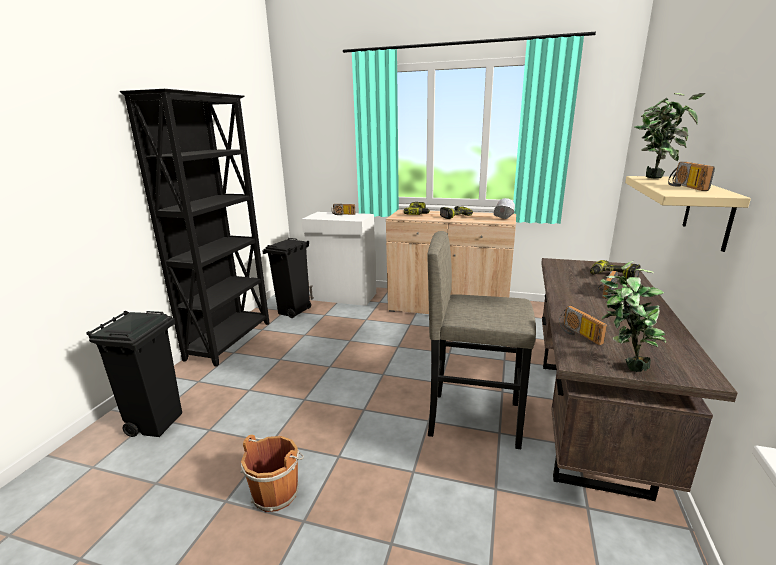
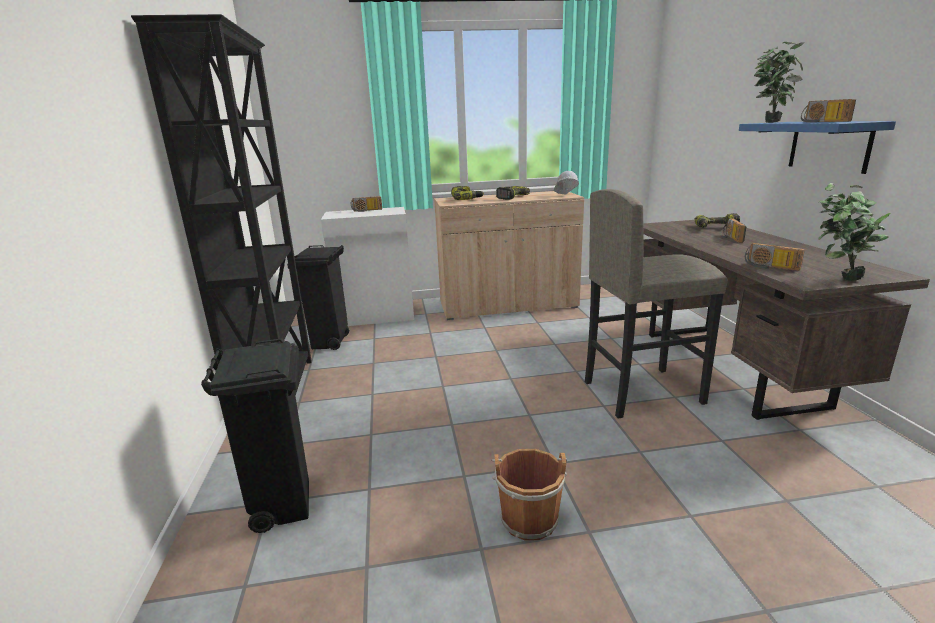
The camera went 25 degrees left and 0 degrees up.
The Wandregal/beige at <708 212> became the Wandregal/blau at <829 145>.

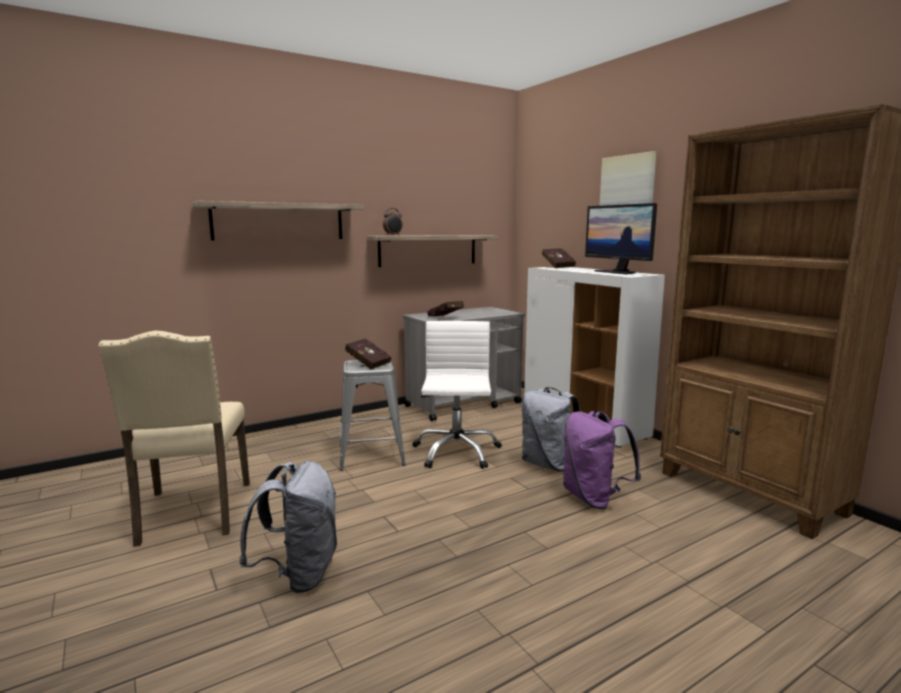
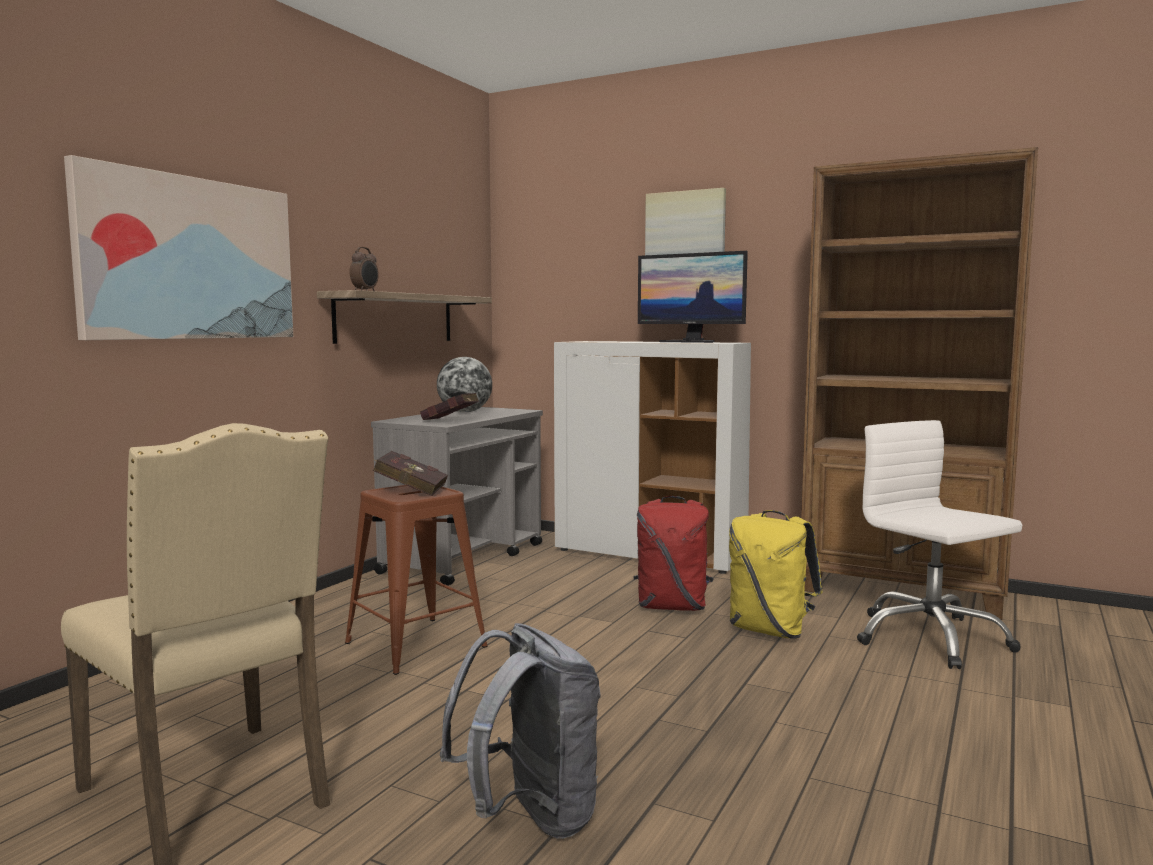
The camera went 30 degrees left and 5 degrees down.
The Wandregal at <279 222> was replaced by the Bild at <189 259>.
The Hocker/grau at <371 455> became the Hocker/braun at <415 644>.
The Bürostuhl/weiß moved from <456 452> to <930 638>.
The Rucksack/grau at <548 464> became the Rucksack/rot at <672 607>.
The Buch/rot at <557 267> disappeared.
The Rucksack/lila at <594 498> became the Rucksack/gelb at <770 631>.
The Globus at <465 412> appeared.

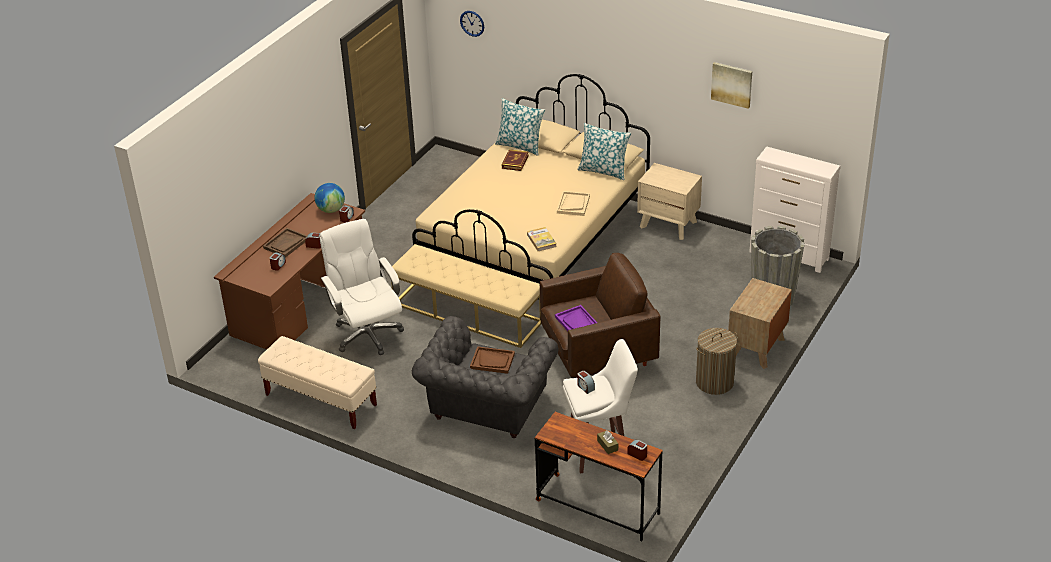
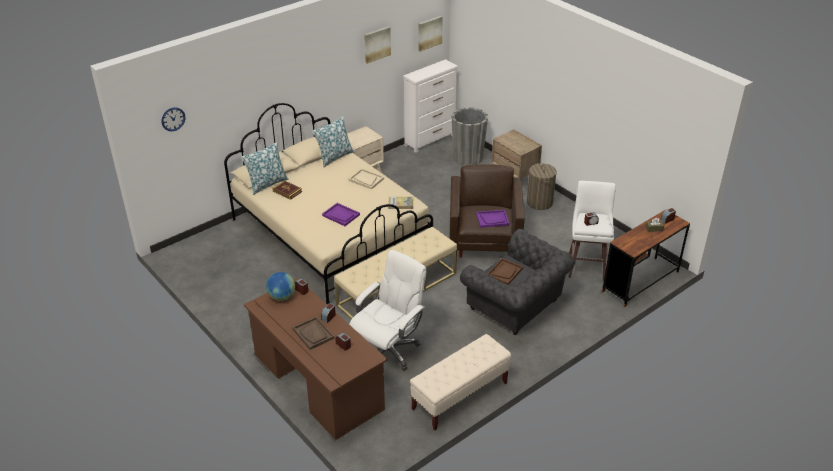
The camera went 70 degrees left and 0 degrees up.
The Bürostuhl/weiß at <367 334> turned 135 degrees clockwise.
The Tablett/lila at <341 215> appeared.
The Bild at <429 33> appeared.

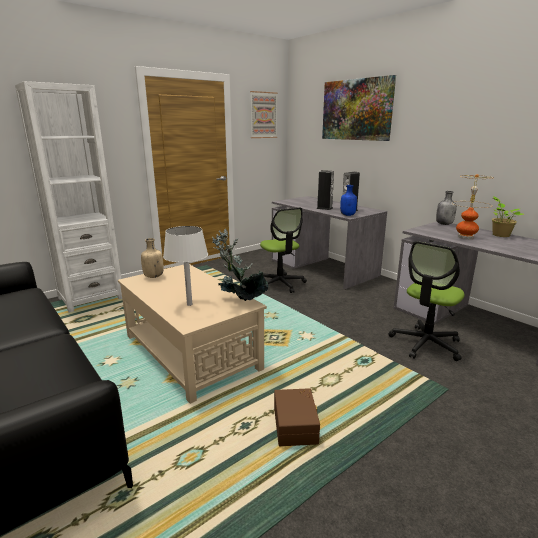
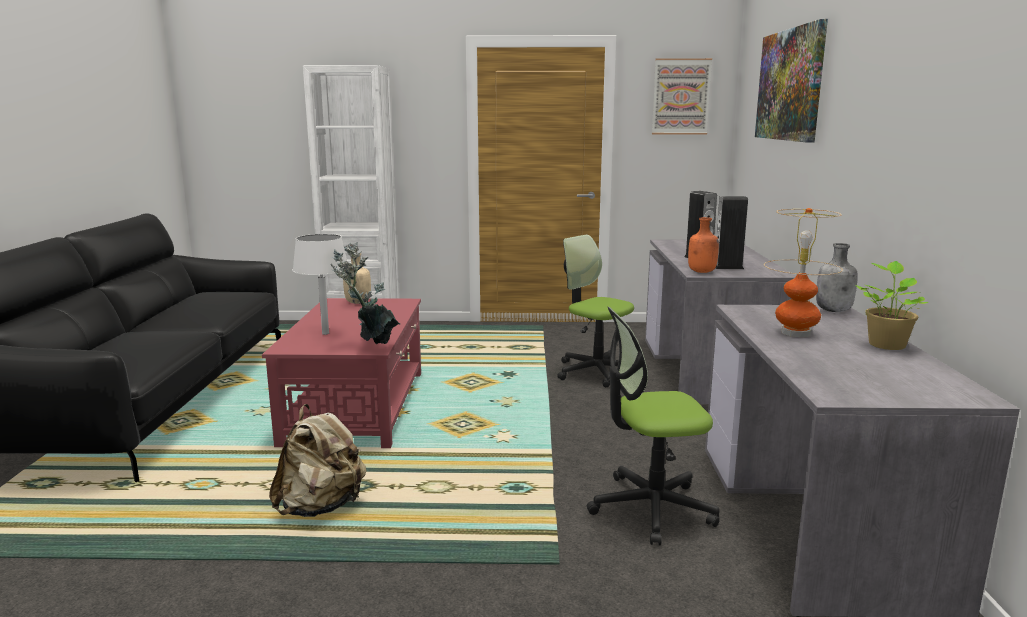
The camera went 40 degrees right and 5 degrees down.
The Couchtisch/beige at <191 351> became the Couchtisch/rot at <357 406>.
The Bürostuhl at <280 284> turned 120 degrees clockwise.
The Aufbewahrungsbox/braun at <296 426> was replaced by the Rucksack/beige at <321 507>.
The Flasche/blau at <348 215> became the Flasche/orange at <702 272>.

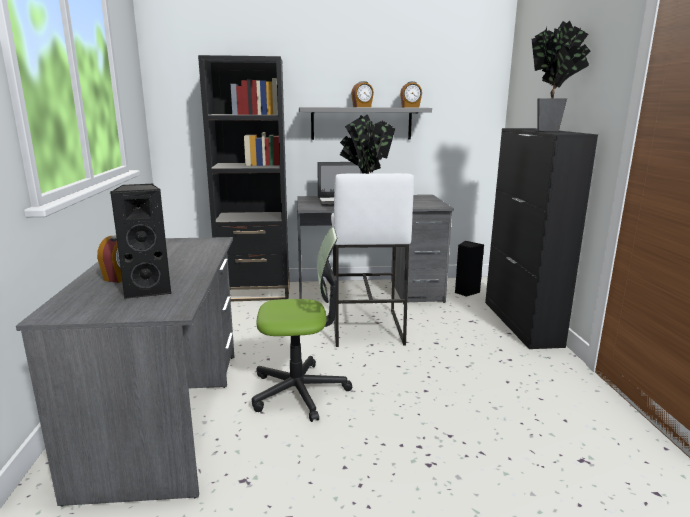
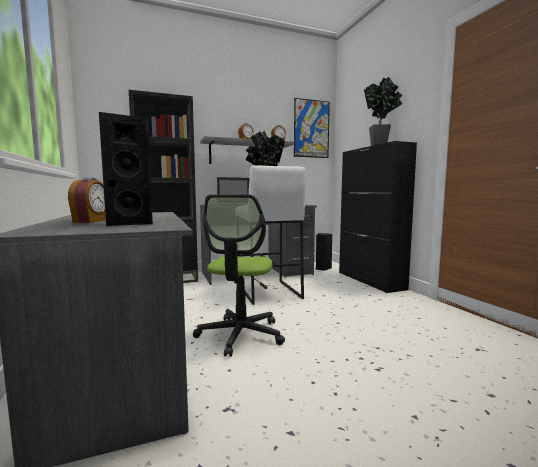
The camera went 15 degrees left and 10 degrees down.
The Bürostuhl at <299 391> turned 120 degrees clockwise.
The Bild at <311 129> appeared.

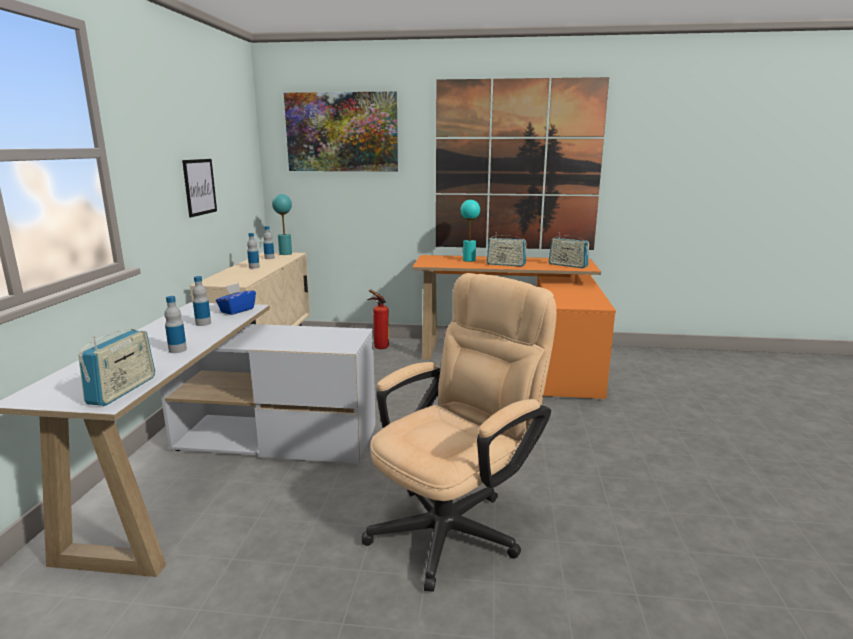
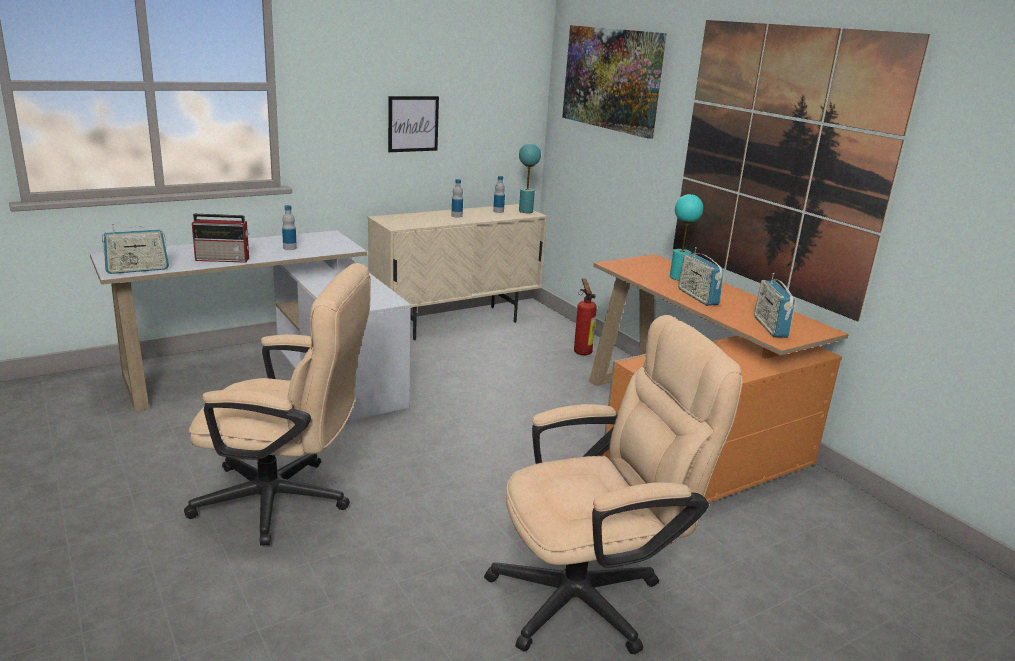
The camera went 50 degrees right and 5 degrees up.
The Flasche at <177 350> was replaced by the Radio at <224 259>.
The Taschentuchbox/blau at <237 310> disappeared.
The Bürostuhl/beige at <592 596> appeared.

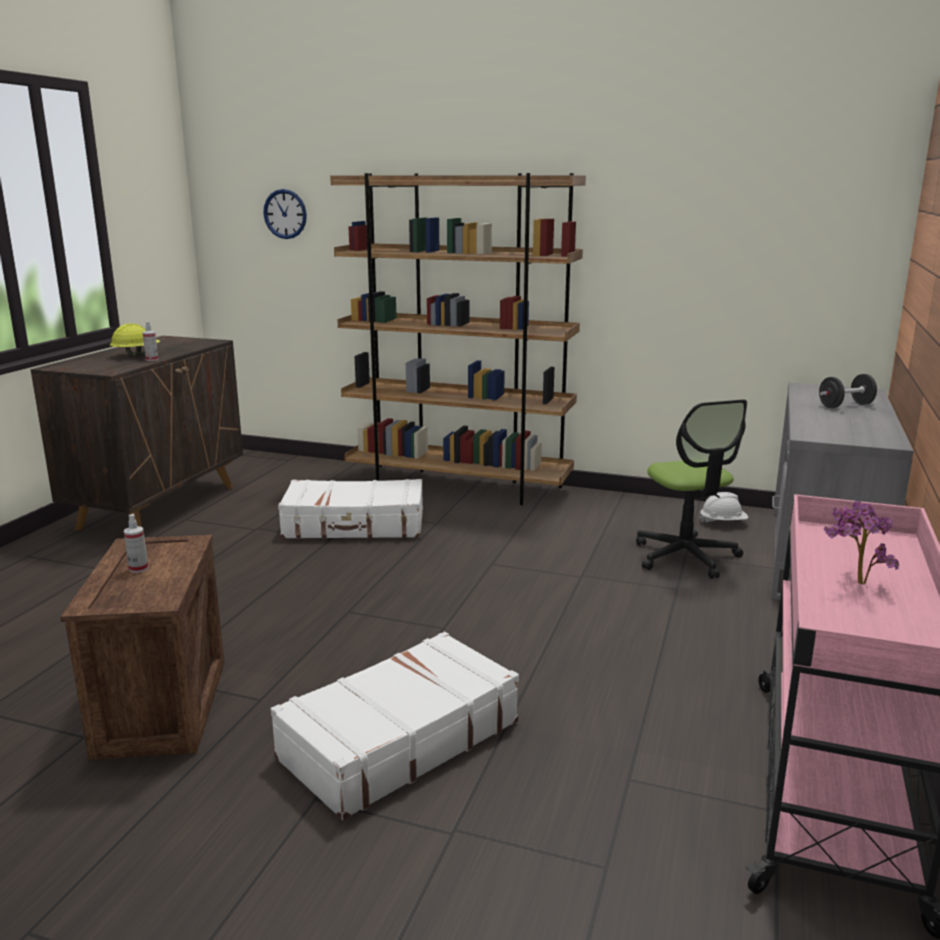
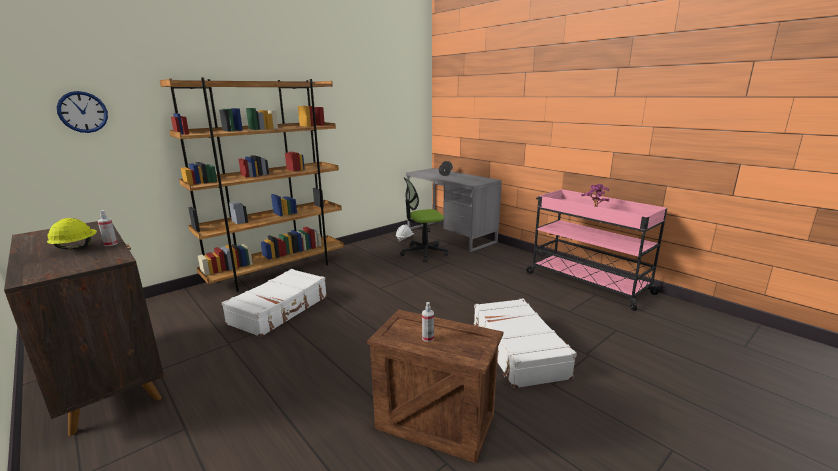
The camera went 60 degrees left and 0 degrees up.
The Bürostuhl at <686 556> turned 150 degrees clockwise.

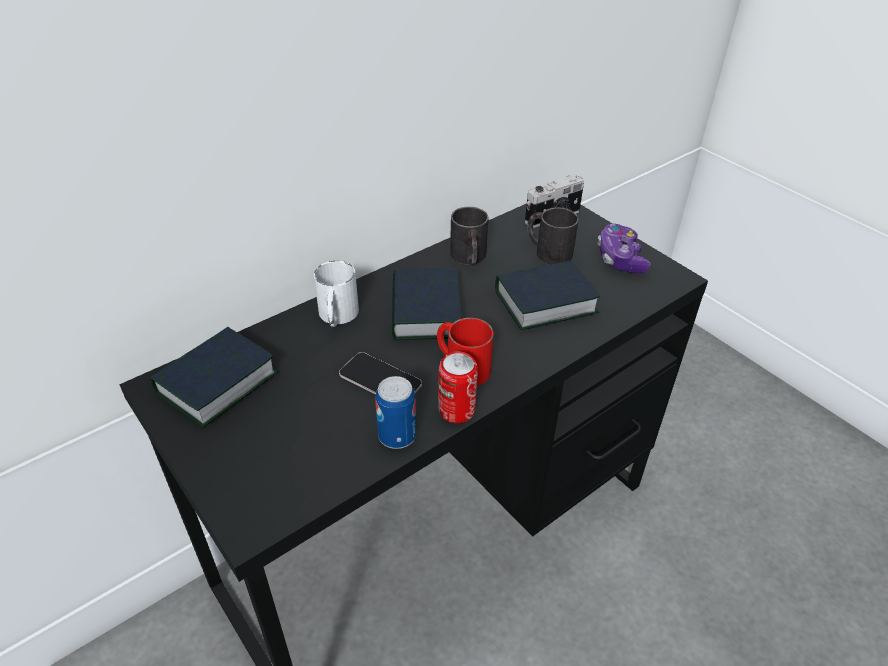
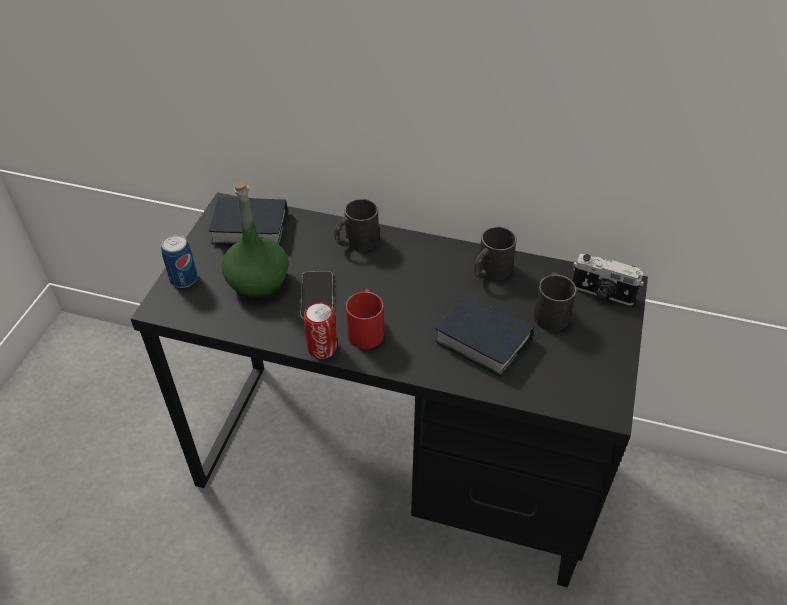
The camera went 55 degrees right and 5 degrees up.
The Henkelbecher/weiß at <337 317> became the Henkelbecher/schwarz at <356 242>.
The Dose moved from <397 435> to <184 279>.
The Buch at <425 311> disappeared.
The Gamepad at <620 258> disappeared.
The Flasche/grün at <257 282> appeared.

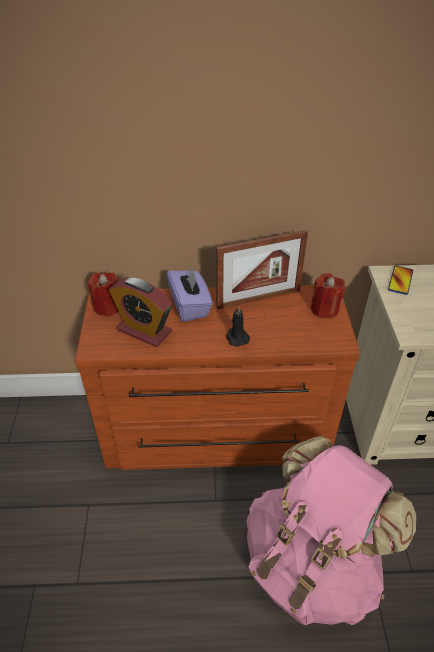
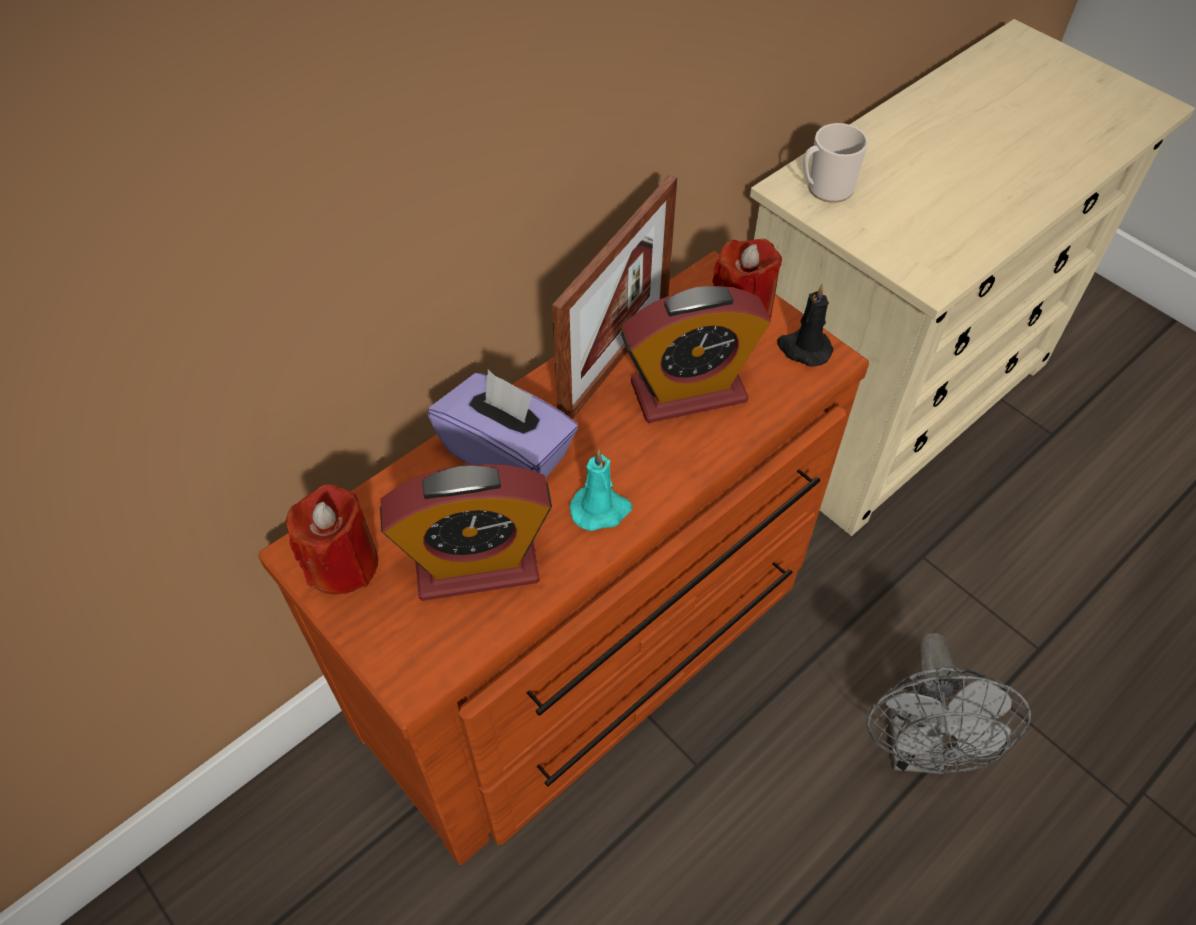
The camera went 40 degrees left and 10 degrees up.
The Kerze/schwarz moved from <236 337> to <803 349>.
The Rucksack/rosa at <311 563> was replaced by the Ventilator/grau at <916 748>.
The Handy at <400 280> was replaced by the Henkelbecher at <825 189>.
The Kerze/türkis at <601 509> appeared.
The Wecker at <688 392> appeared.

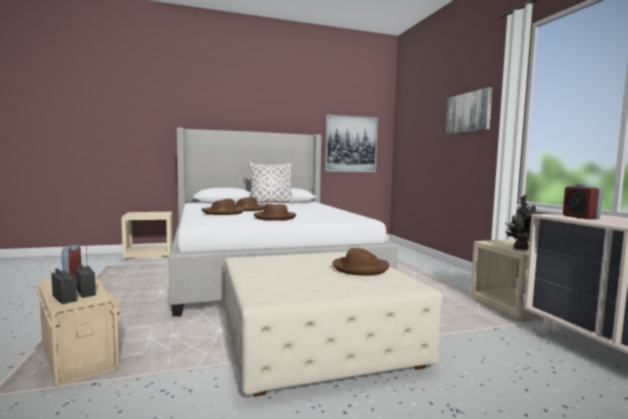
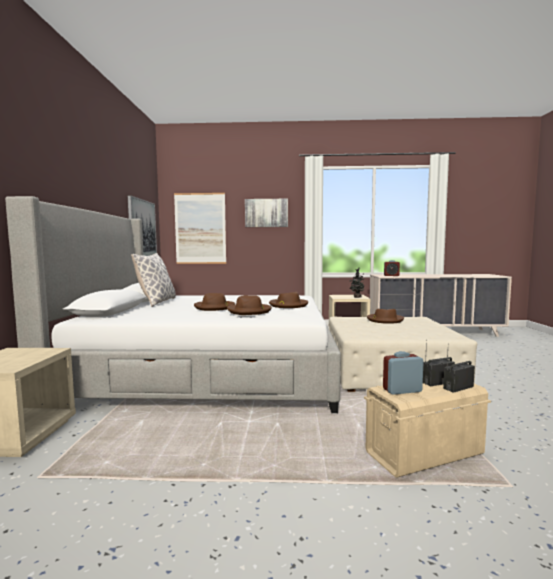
The camera went 70 degrees left and 0 degrees up.
The Bild at <200 228> appeared.

